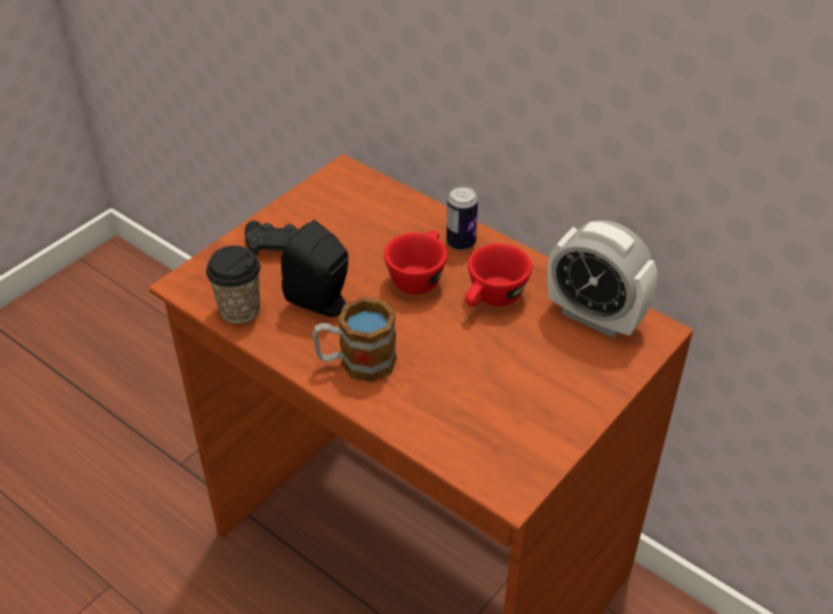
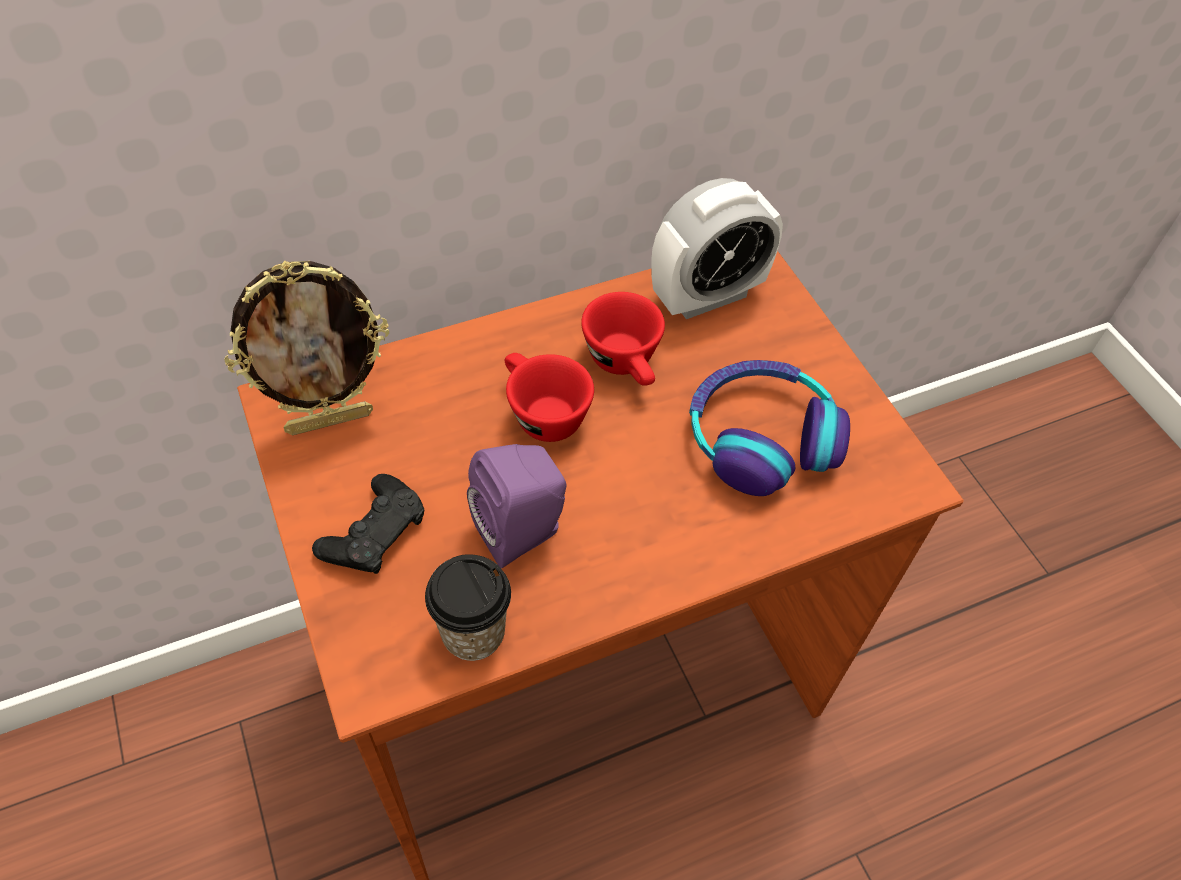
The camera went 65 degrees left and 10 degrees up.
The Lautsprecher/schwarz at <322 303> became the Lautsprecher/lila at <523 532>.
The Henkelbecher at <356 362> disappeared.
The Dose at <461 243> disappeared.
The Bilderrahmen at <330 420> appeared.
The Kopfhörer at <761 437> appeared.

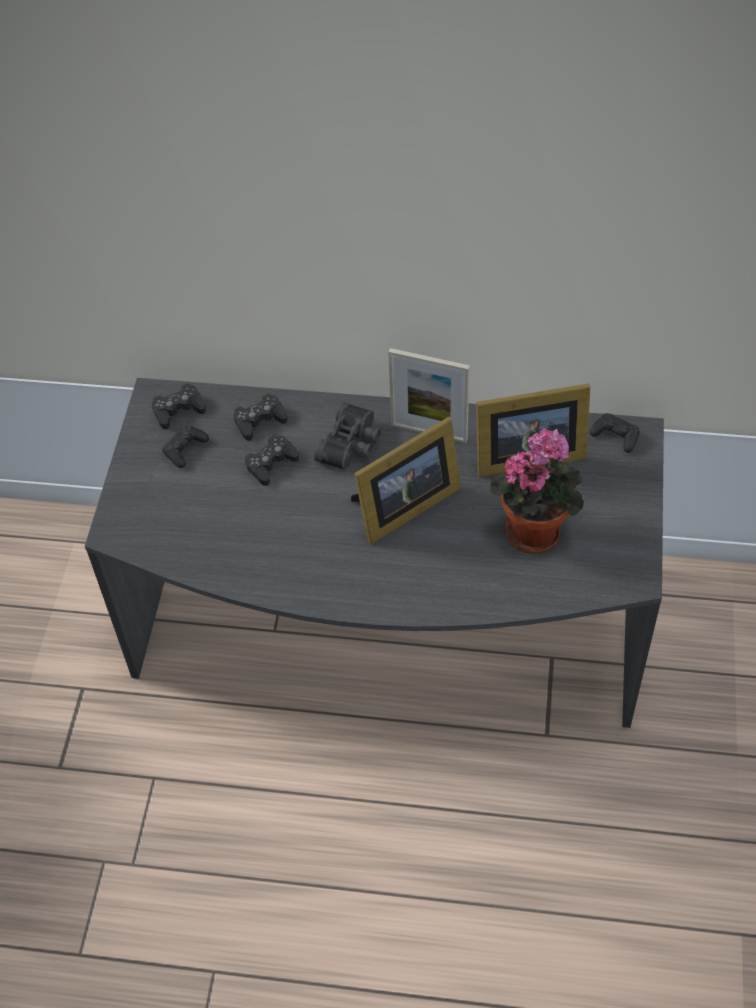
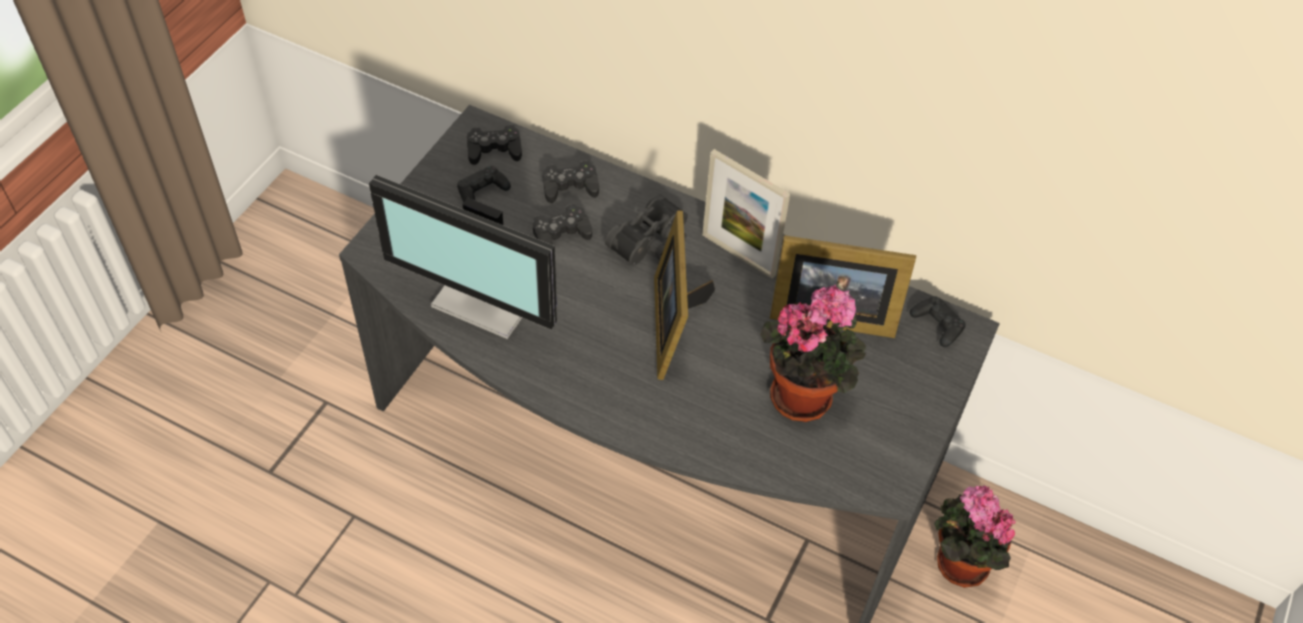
The camera went 15 degrees right and 0 degrees up.
The Bilderrahmen at <402 507> turned 105 degrees clockwise.
The Monitor at <489 297> appeared.
The Topfpflanze at <957 563> appeared.

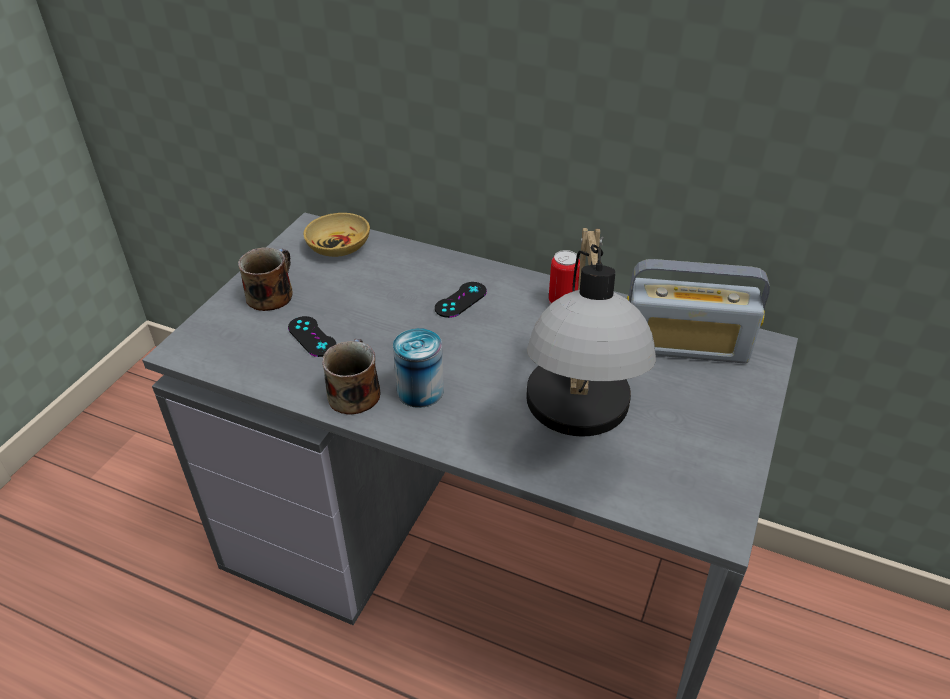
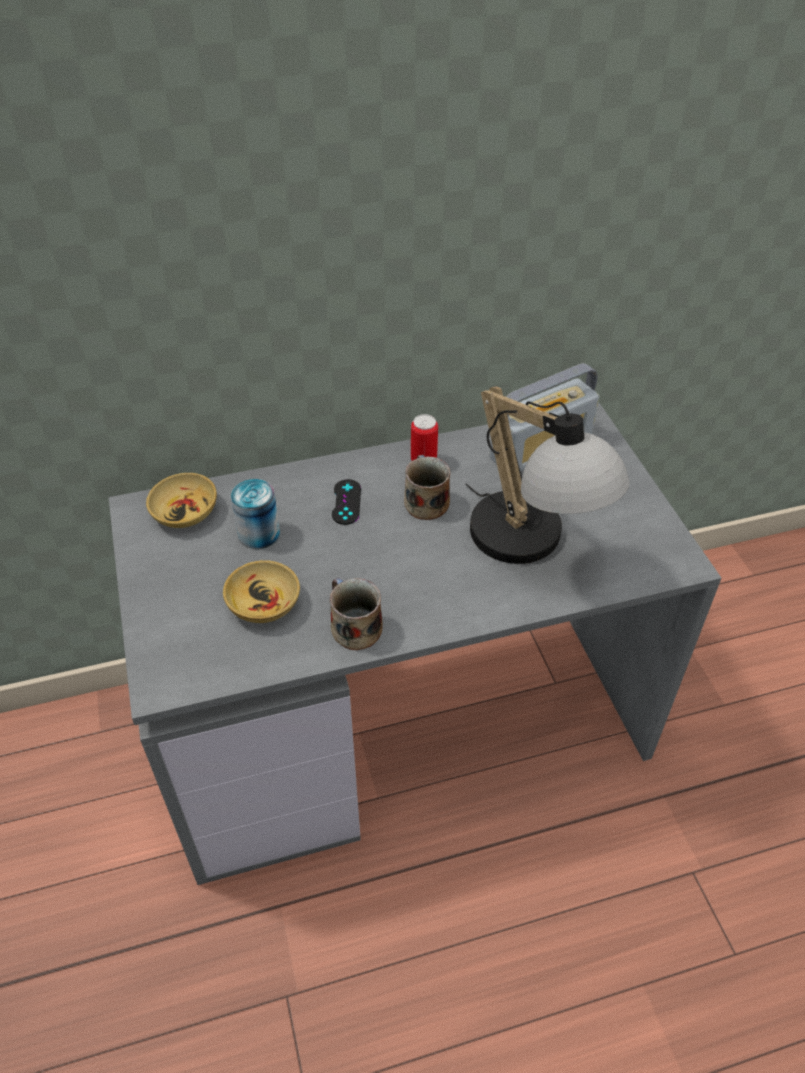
The camera went 40 degrees left and 5 degrees up.
The Henkelbecher moved from <271 294> to <425 501>.
The Gamepad/schwarz at <312 337> was replaced by the Schüssel/beige at <263 604>.
The Dose moved from <420 390> to <259 533>.

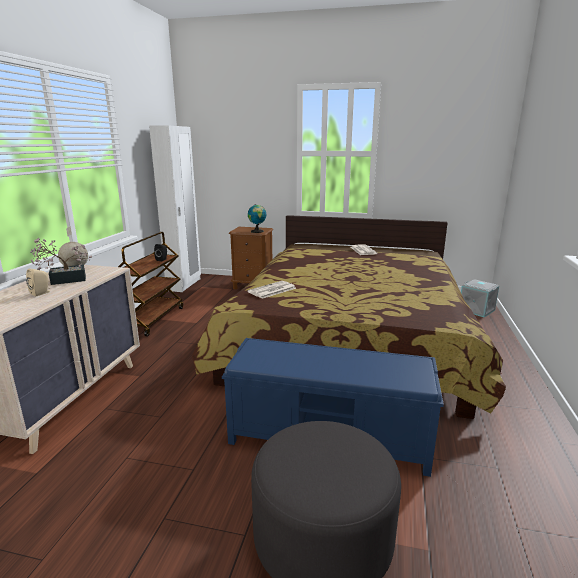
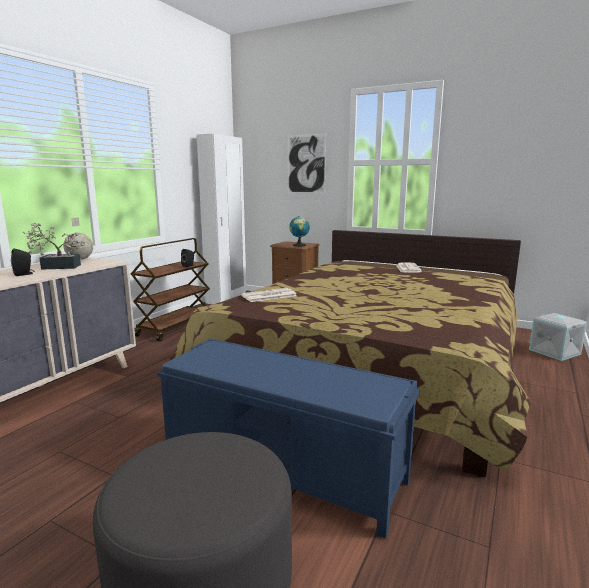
The camera went 15 degrees right and 5 degrees down.
The Lautsprecher/beige at <41 293> became the Lautsprecher/schwarz at <24 274>.
The Bild at <306 164> appeared.

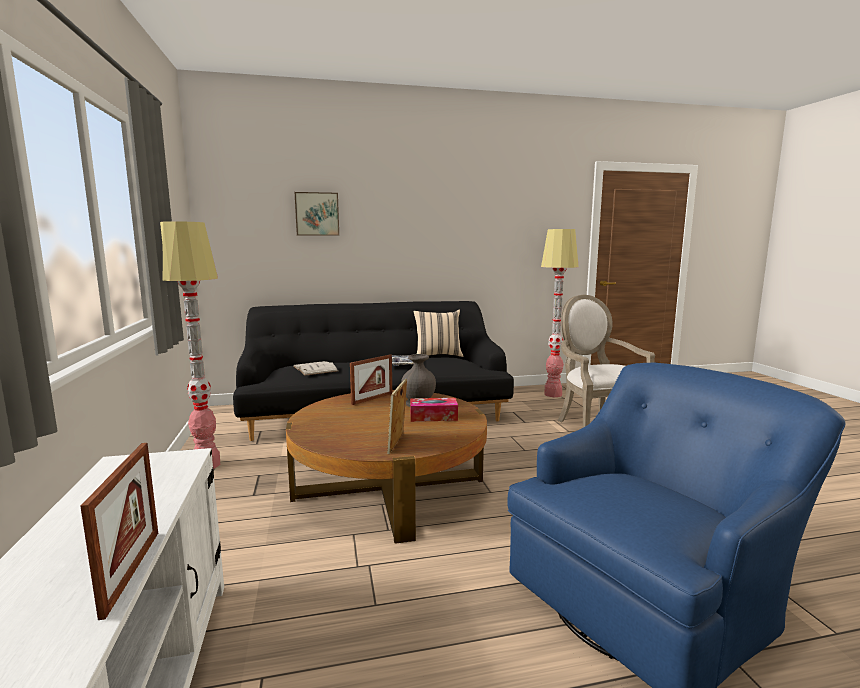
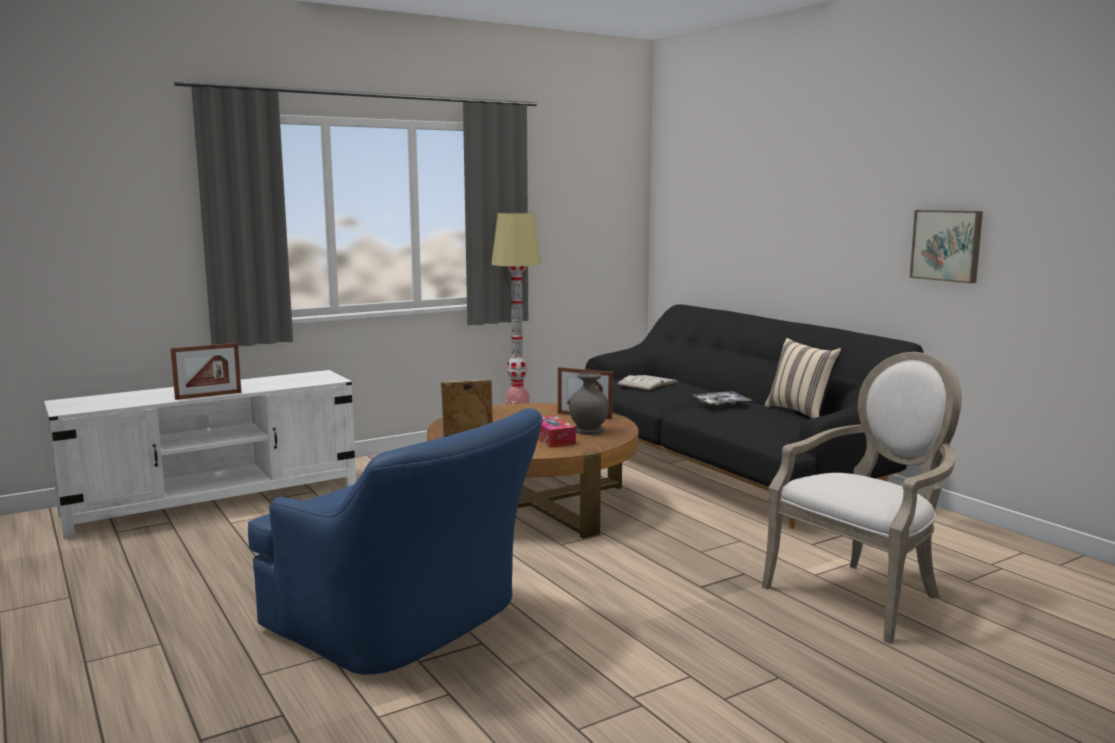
The camera went 70 degrees right and 0 degrees up.
The Bild moved from <317 214> to <947 245>.
The Stehlampe at <553 394> disappeared.

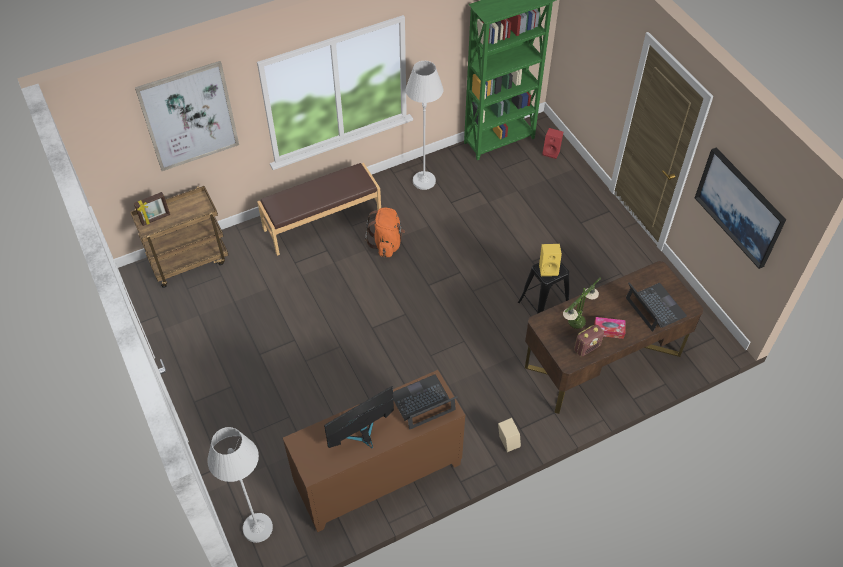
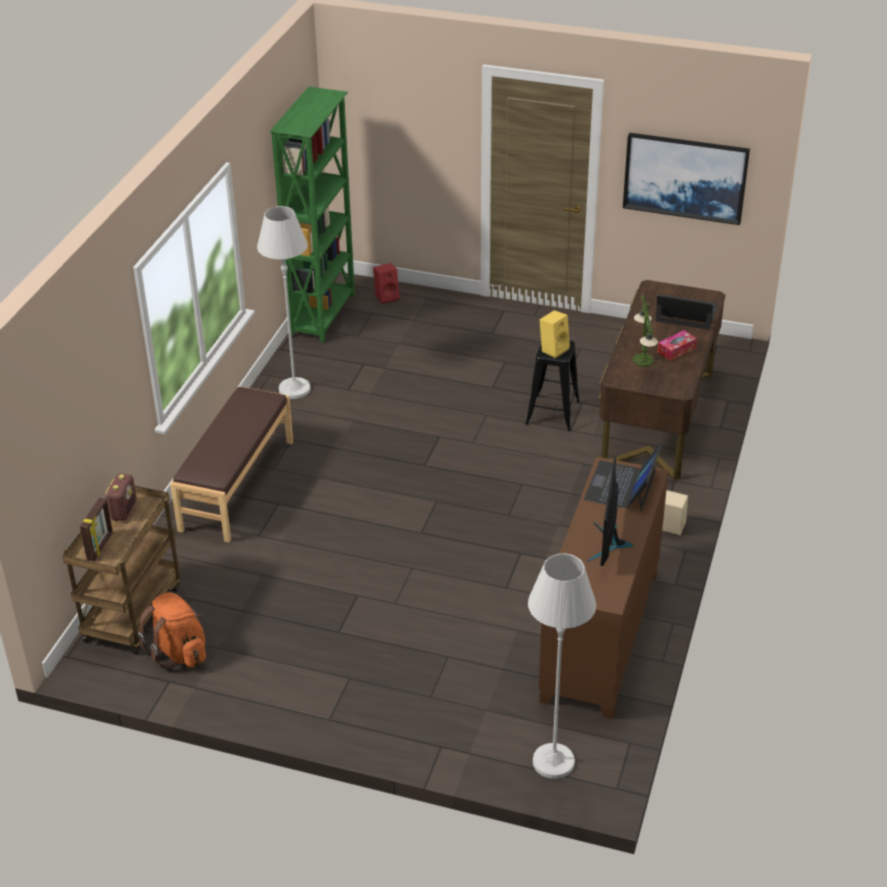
The camera went 45 degrees left and 15 degrees down.
The Bild at <189 116> disappeared.
The Rucksack/orange moved from <387 243> to <179 652>.
The Radio moved from <587 347> to <123 510>.

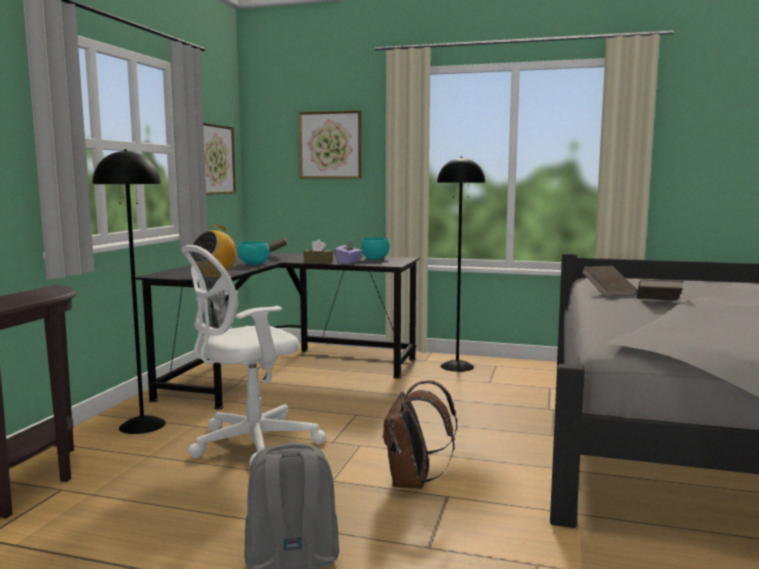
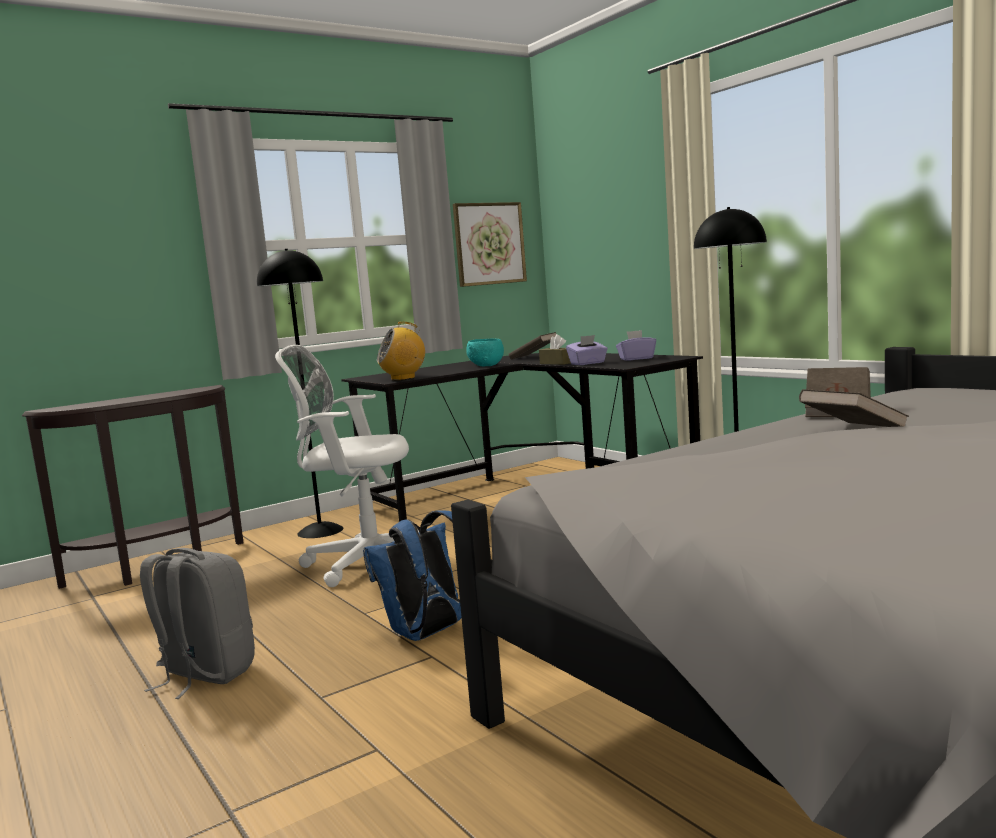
The camera went 40 degrees right and 0 degrees up.
The Bild at <330 145> disappeared.
The Schüssel/türkis at <375 259> was replaced by the Taschentuchbox/lila at <636 358>.
The Rucksack/braun at <413 482> became the Rucksack/blau at <428 634>.

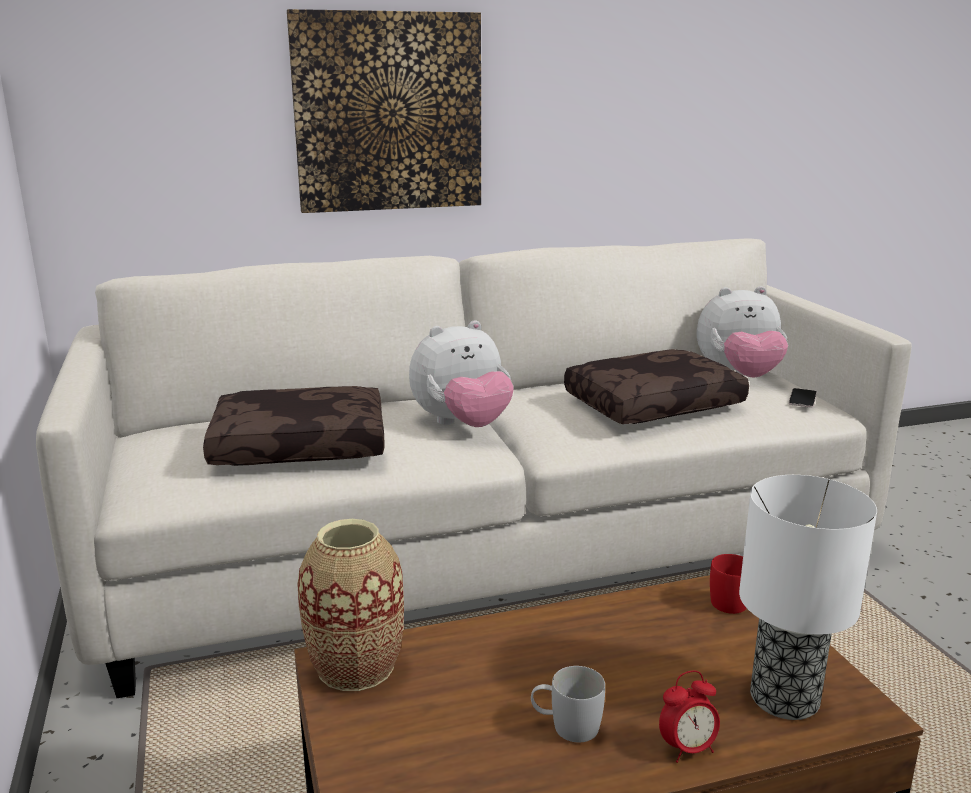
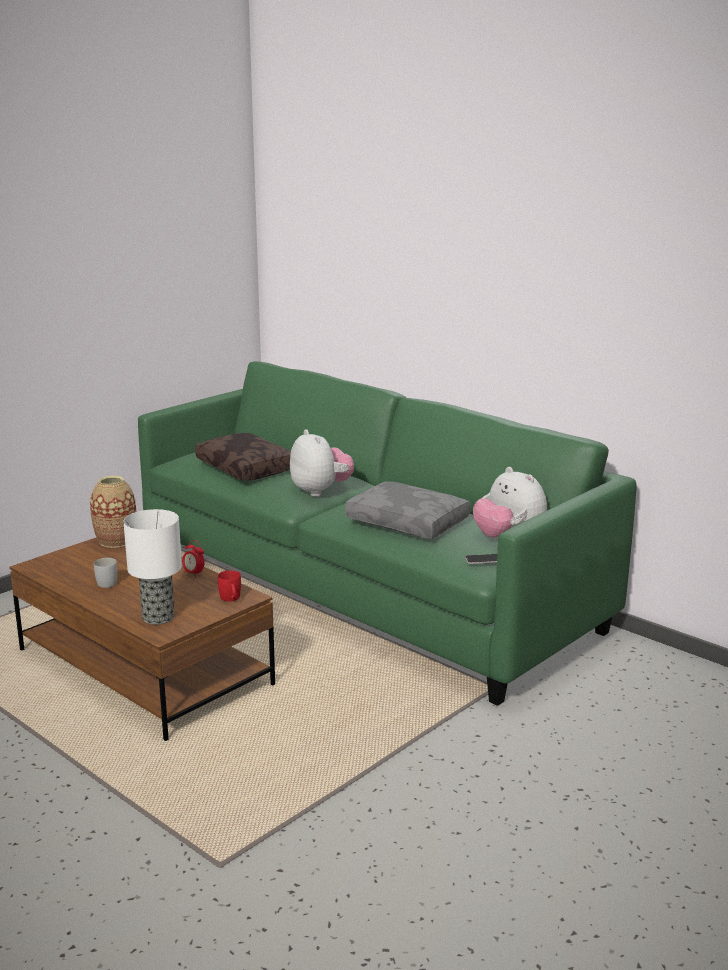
The camera went 60 degrees right and 0 degrees up.
The Sofa/weiß at <485 551> became the Sofa/grün at <365 589>.
The Bild at <388 113> disappeared.
The Plüschtier at <462 425> turned 150 degrees counterclockwise.
The Kissen/braun at <653 403> became the Kissen/grau at <409 522>.
The Wecker moved from <687 749> to <194 574>.

